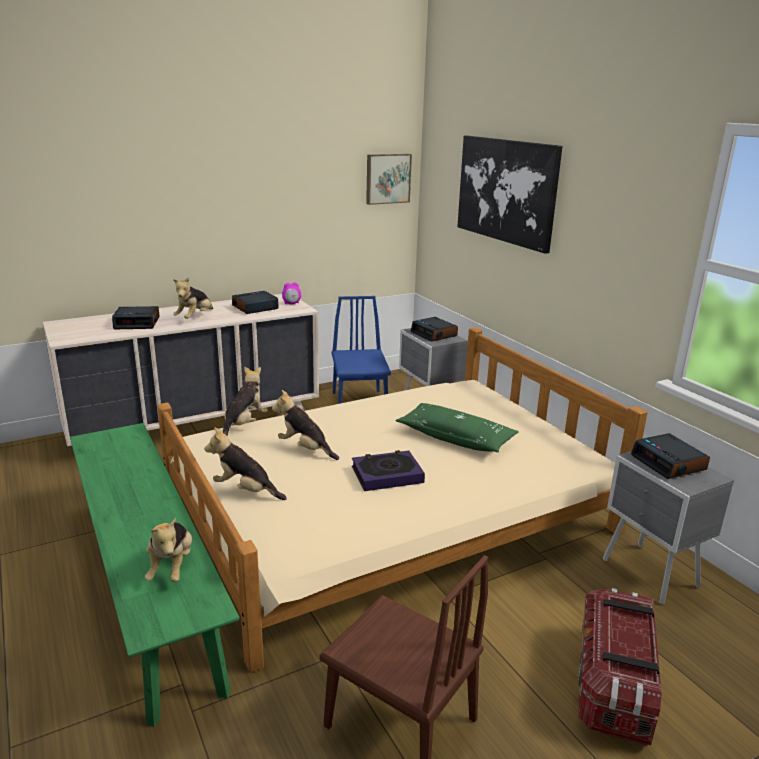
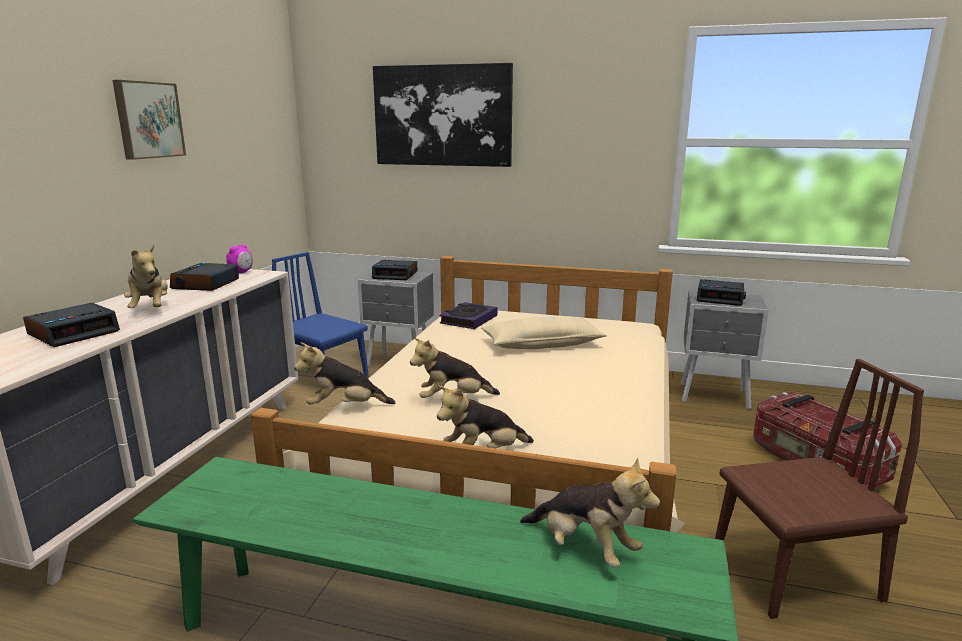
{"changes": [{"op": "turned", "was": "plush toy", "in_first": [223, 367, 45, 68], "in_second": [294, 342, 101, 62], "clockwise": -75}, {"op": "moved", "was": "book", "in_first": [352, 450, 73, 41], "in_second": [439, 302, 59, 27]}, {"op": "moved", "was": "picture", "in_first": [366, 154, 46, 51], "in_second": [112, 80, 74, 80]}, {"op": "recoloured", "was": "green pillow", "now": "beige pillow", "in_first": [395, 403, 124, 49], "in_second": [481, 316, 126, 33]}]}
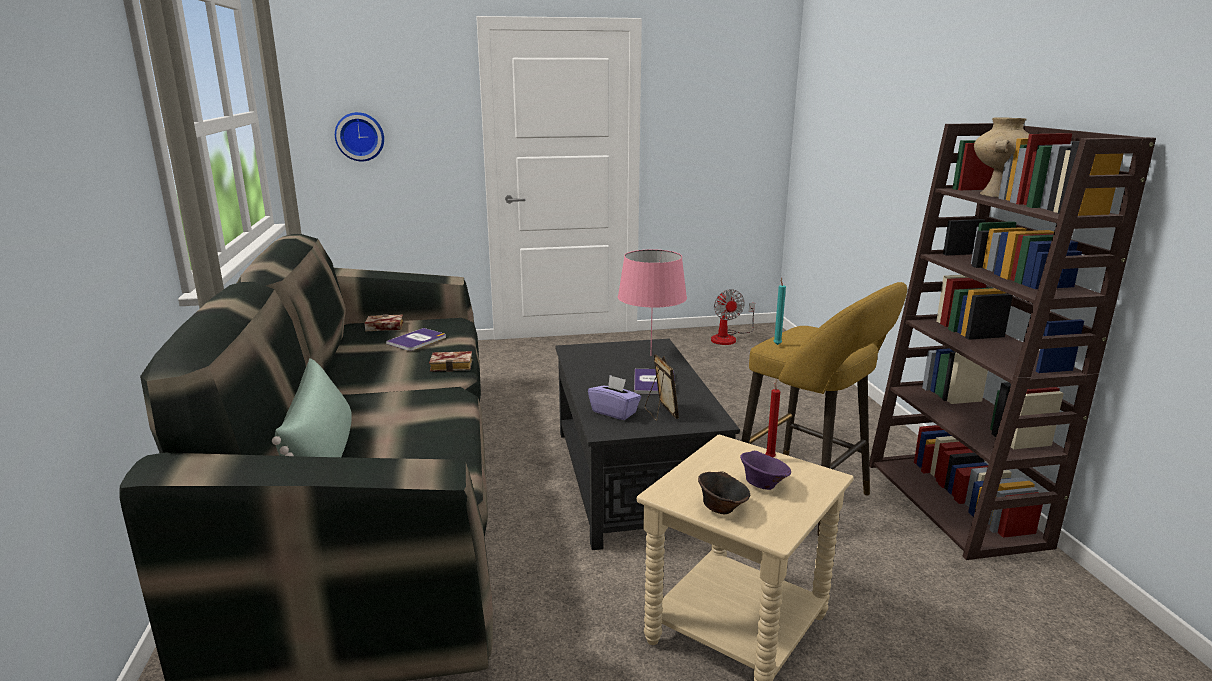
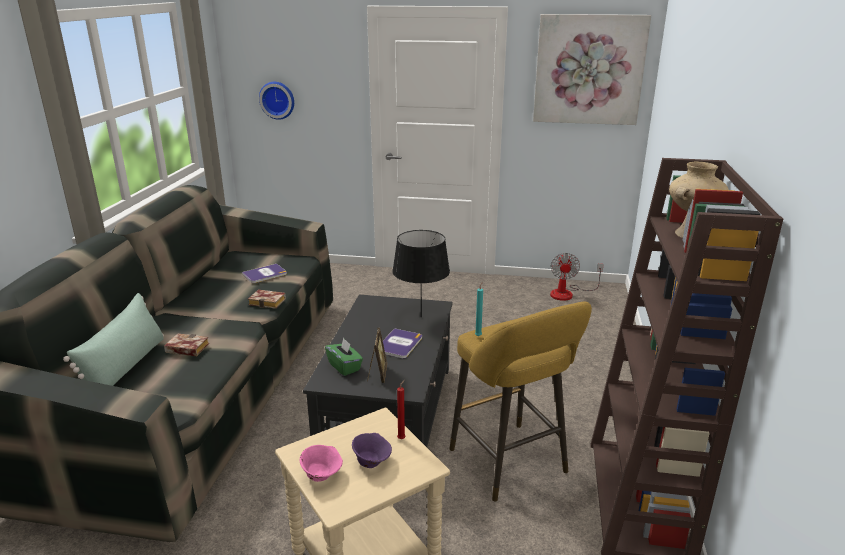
{"changes": [{"op": "moved", "was": "book", "in_first": [364, 314, 40, 17], "in_second": [164, 333, 45, 23]}, {"op": "recoloured", "was": "purple tissue box", "now": "green tissue box", "in_first": [588, 375, 53, 45], "in_second": [325, 338, 38, 38]}, {"op": "recoloured", "was": "pink table lamp", "now": "black table lamp", "in_first": [618, 249, 69, 104], "in_second": [392, 230, 58, 87]}, {"op": "recoloured", "was": "brown bowl", "now": "pink bowl", "in_first": [698, 471, 52, 43], "in_second": [300, 445, 43, 37]}, {"op": "added", "now": "picture", "in_second": [533, 14, 118, 111]}]}
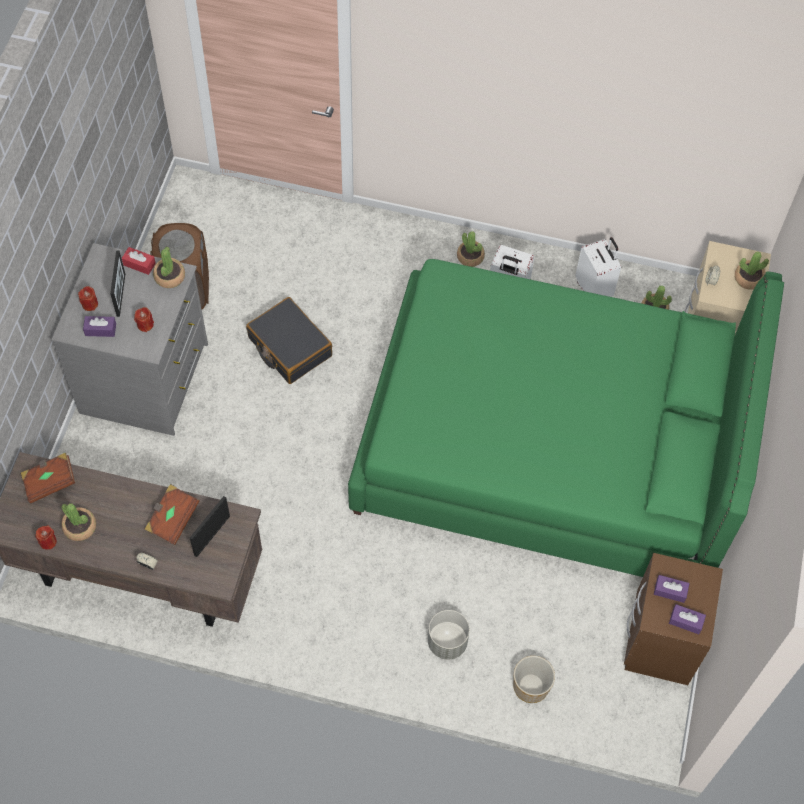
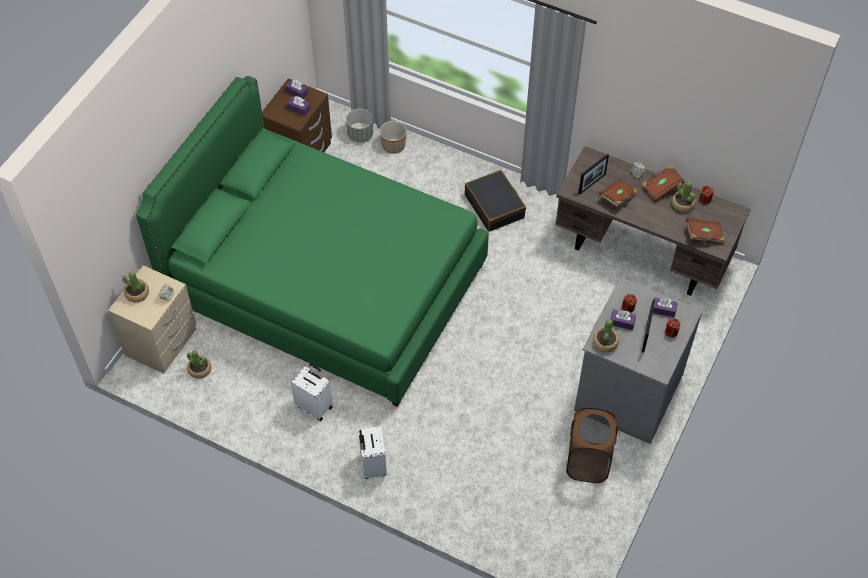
{"changes": [{"op": "removed", "was": "red tissue box", "in_first": [122, 247, 34, 28]}, {"op": "moved", "was": "black suitcase", "in_first": [246, 297, 86, 87], "in_second": [465, 170, 61, 62]}, {"op": "moved", "was": "grey planter", "in_first": [428, 610, 42, 50], "in_second": [346, 109, 27, 34]}, {"op": "removed", "was": "potted plant", "in_first": [457, 231, 28, 36]}, {"op": "moved", "was": "white suitcase", "in_first": [575, 237, 46, 60], "in_second": [358, 426, 29, 53]}, {"op": "added", "now": "purple tissue box", "in_second": [610, 309, 26, 21]}, {"op": "added", "now": "brown book", "in_second": [642, 165, 43, 37]}]}
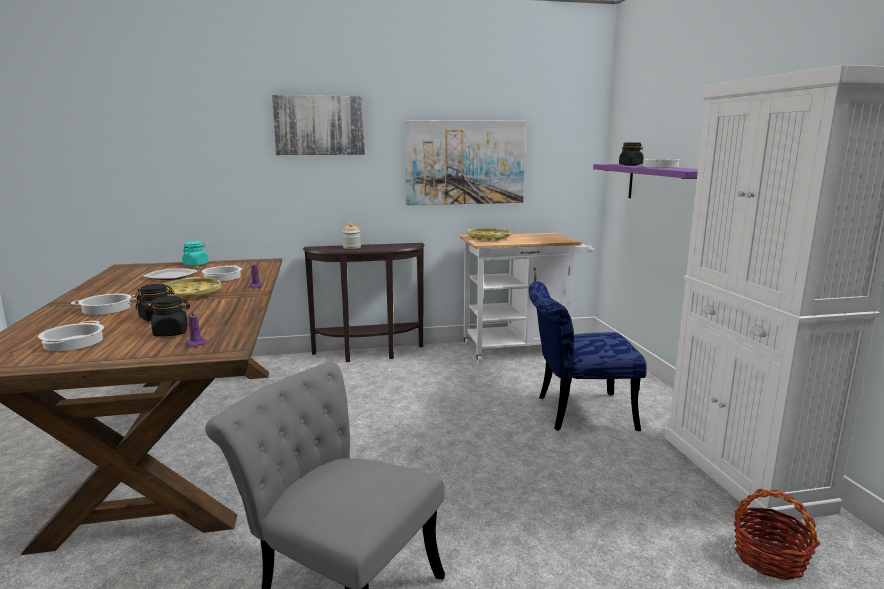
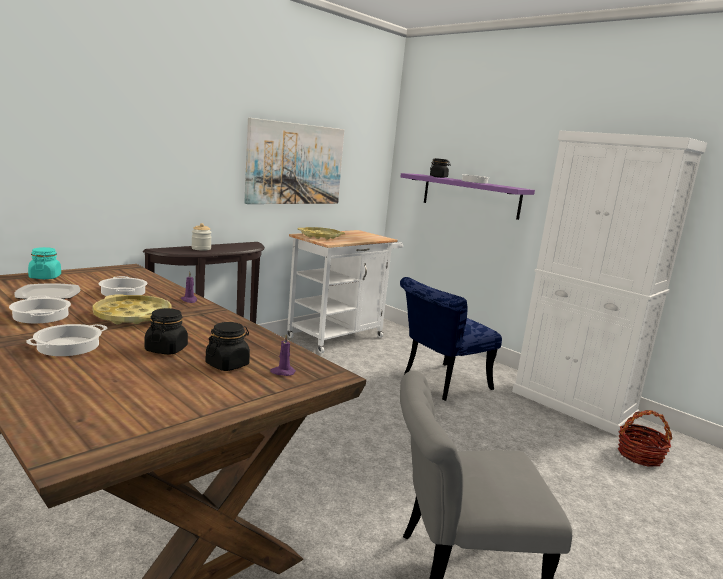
{"changes": [{"op": "moved", "was": "cooking pot", "in_first": [38, 321, 66, 30], "in_second": [9, 296, 62, 28]}, {"op": "removed", "was": "picture", "in_first": [272, 95, 93, 60]}]}
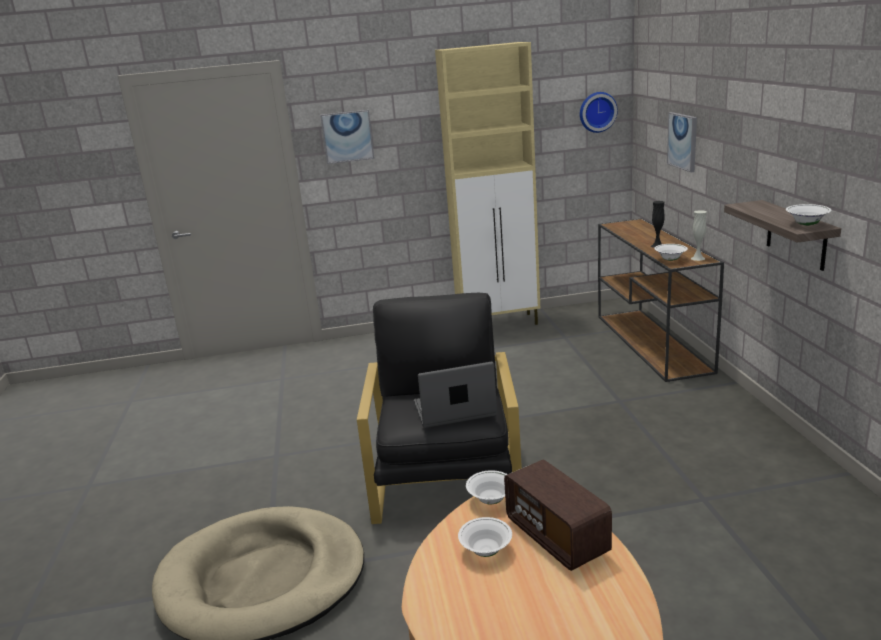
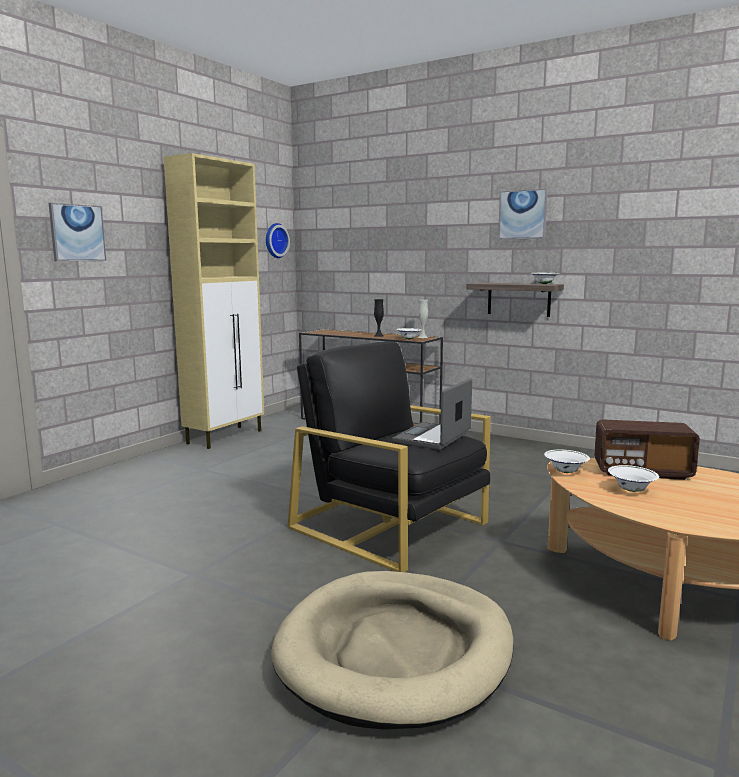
{"changes": [{"op": "moved", "was": "picture", "in_first": [667, 112, 30, 60], "in_second": [498, 188, 50, 52]}]}
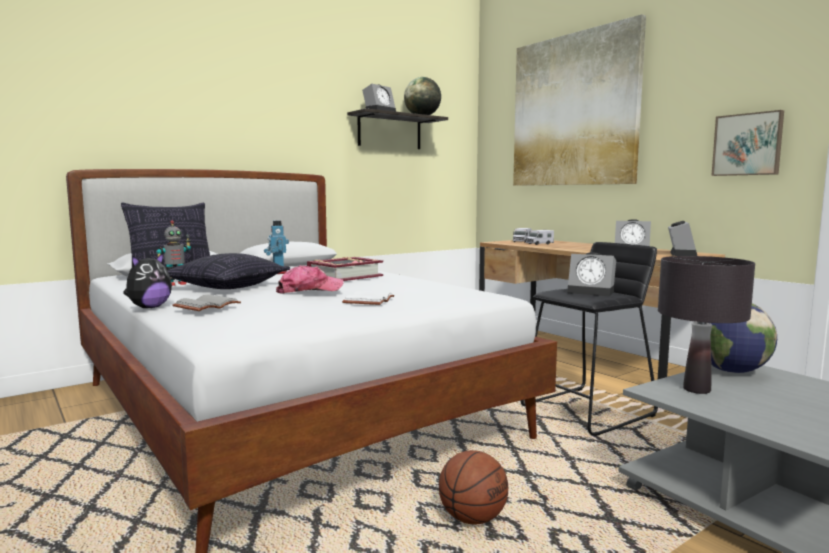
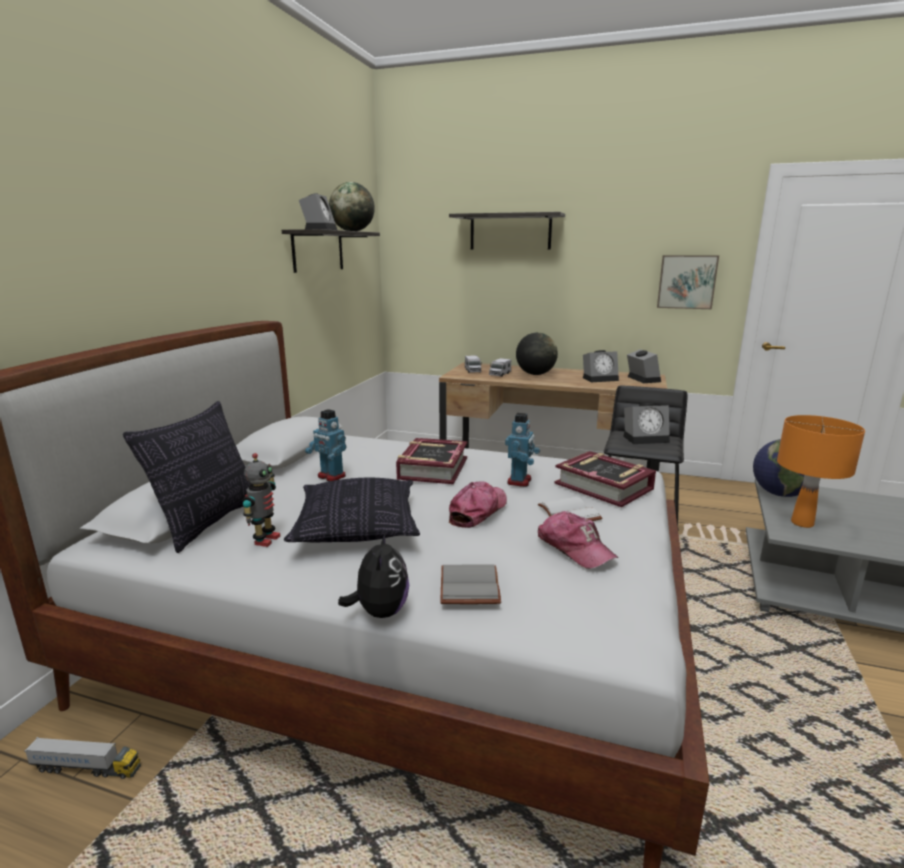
{"changes": [{"op": "removed", "was": "basketball", "in_first": [439, 450, 69, 74]}, {"op": "replaced", "was": "picture", "now": "shelf", "in_first": [513, 14, 133, 172], "in_second": [449, 212, 116, 38]}, {"op": "recoloured", "was": "black table lamp", "now": "orange table lamp", "in_first": [658, 256, 97, 138], "in_second": [777, 415, 88, 113]}, {"op": "added", "now": "toy truck", "in_second": [24, 737, 117, 42]}, {"op": "added", "now": "toy robot", "in_second": [505, 413, 35, 74]}, {"op": "added", "now": "globe", "in_second": [516, 332, 42, 43]}, {"op": "added", "now": "cap", "in_second": [538, 511, 81, 58]}, {"op": "added", "now": "book", "in_second": [555, 451, 101, 56]}]}
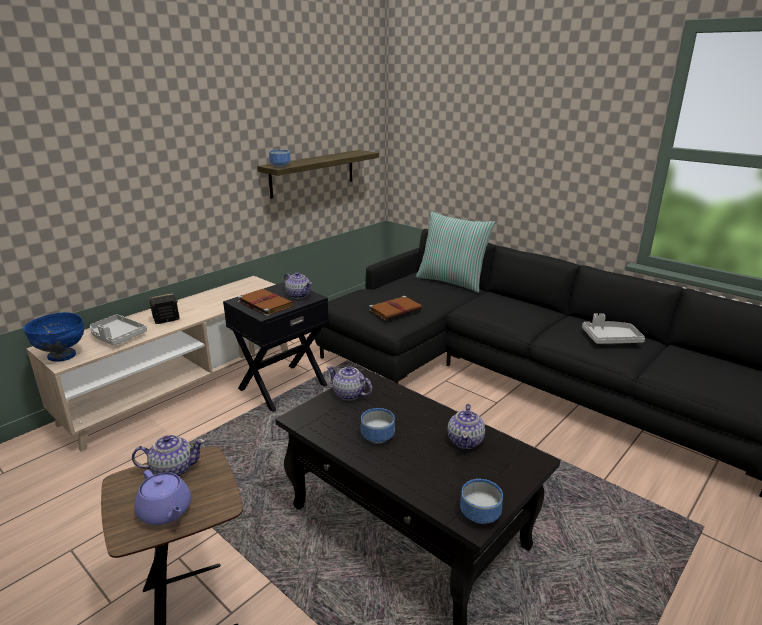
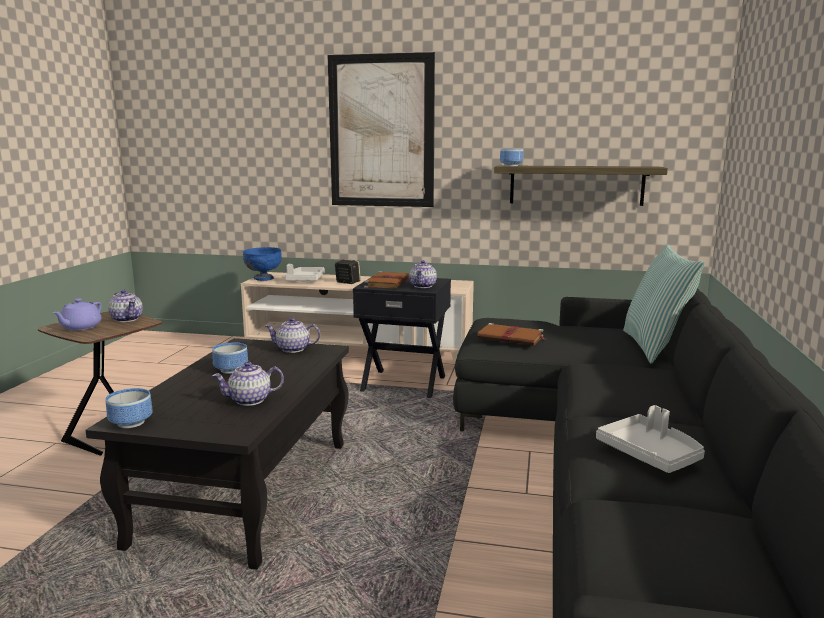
{"changes": [{"op": "turned", "was": "teapot", "in_first": [327, 366, 45, 35], "in_second": [265, 318, 55, 35], "clockwise": -90}, {"op": "added", "now": "picture", "in_second": [328, 52, 107, 155]}]}
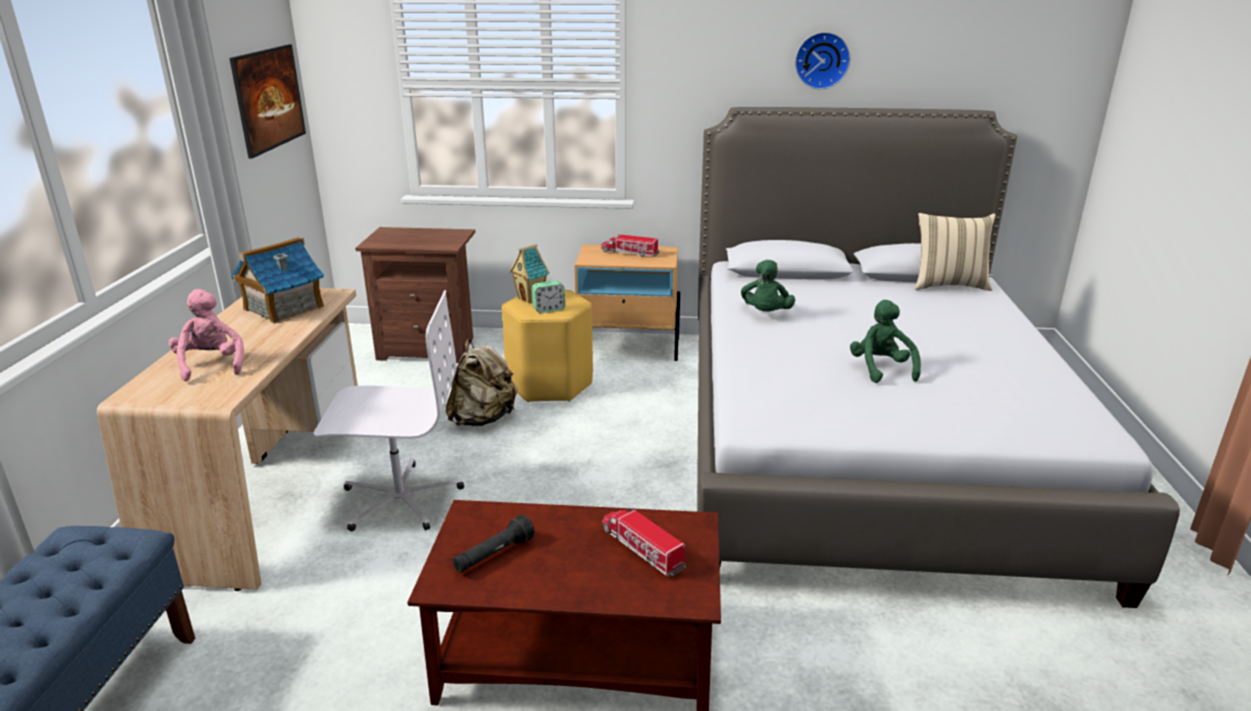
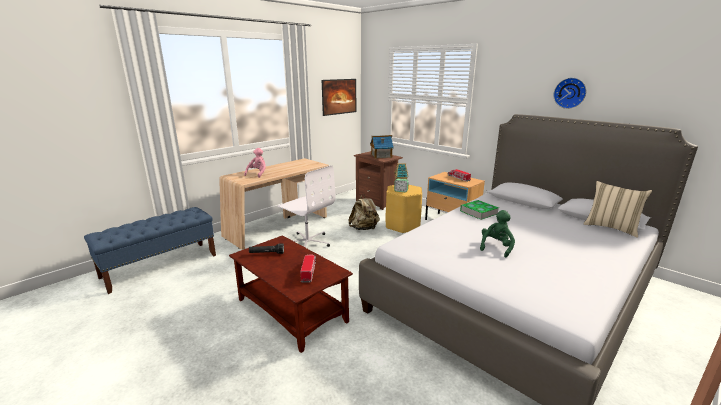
{"changes": [{"op": "moved", "was": "toy house", "in_first": [231, 237, 93, 87], "in_second": [370, 135, 24, 24]}, {"op": "replaced", "was": "green plush toy", "now": "book", "in_first": [741, 260, 54, 52], "in_second": [460, 200, 39, 20]}]}
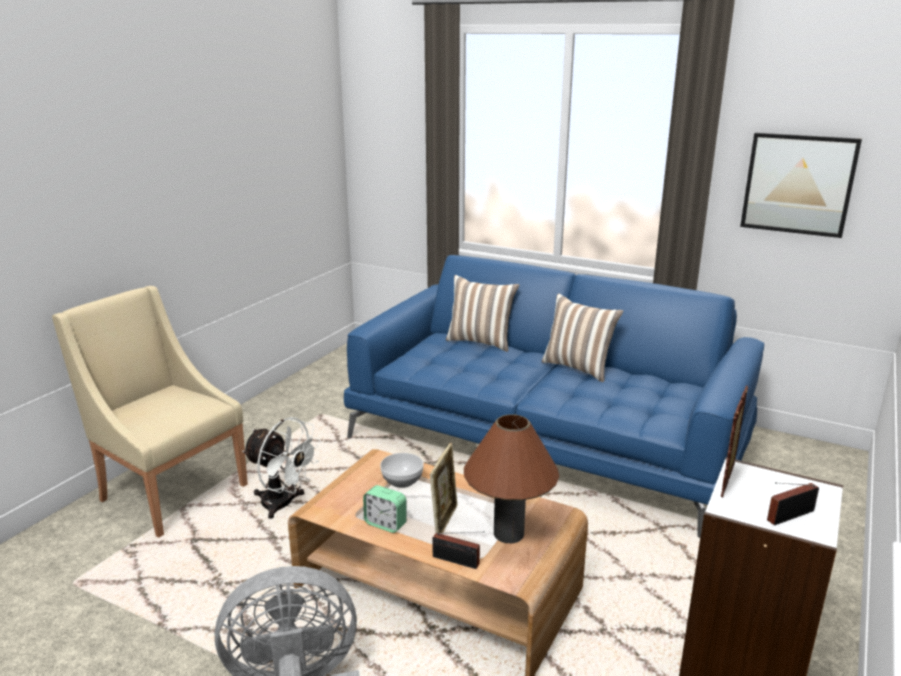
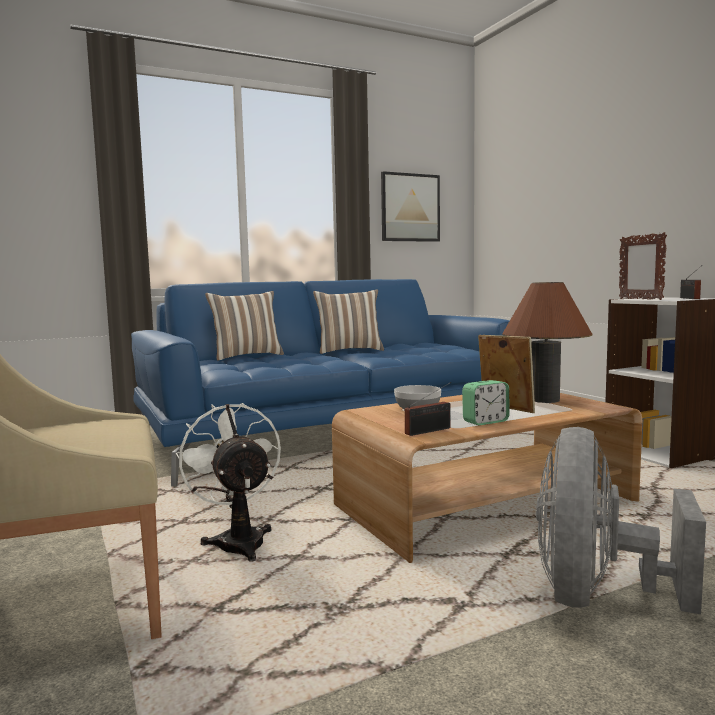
{"changes": [{"op": "turned", "was": "white fan", "in_first": [242, 417, 79, 102], "in_second": [176, 403, 105, 159], "clockwise": -90}, {"op": "moved", "was": "radio", "in_first": [432, 531, 53, 38], "in_second": [405, 382, 46, 54]}]}
